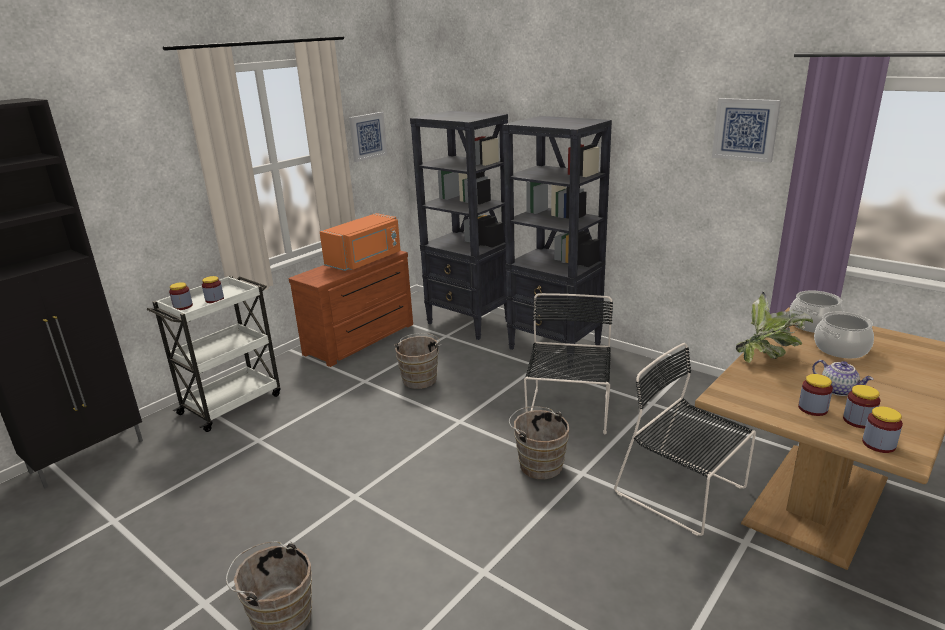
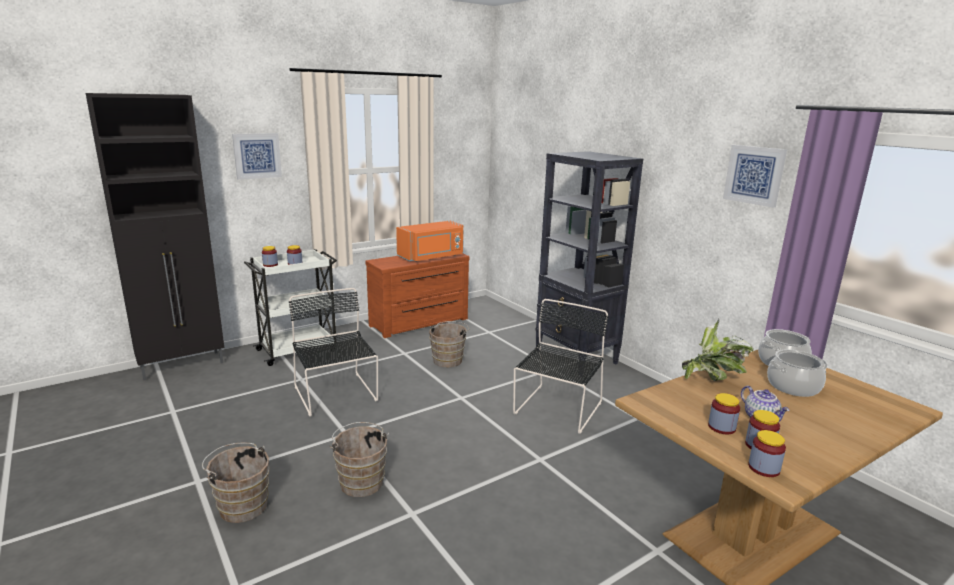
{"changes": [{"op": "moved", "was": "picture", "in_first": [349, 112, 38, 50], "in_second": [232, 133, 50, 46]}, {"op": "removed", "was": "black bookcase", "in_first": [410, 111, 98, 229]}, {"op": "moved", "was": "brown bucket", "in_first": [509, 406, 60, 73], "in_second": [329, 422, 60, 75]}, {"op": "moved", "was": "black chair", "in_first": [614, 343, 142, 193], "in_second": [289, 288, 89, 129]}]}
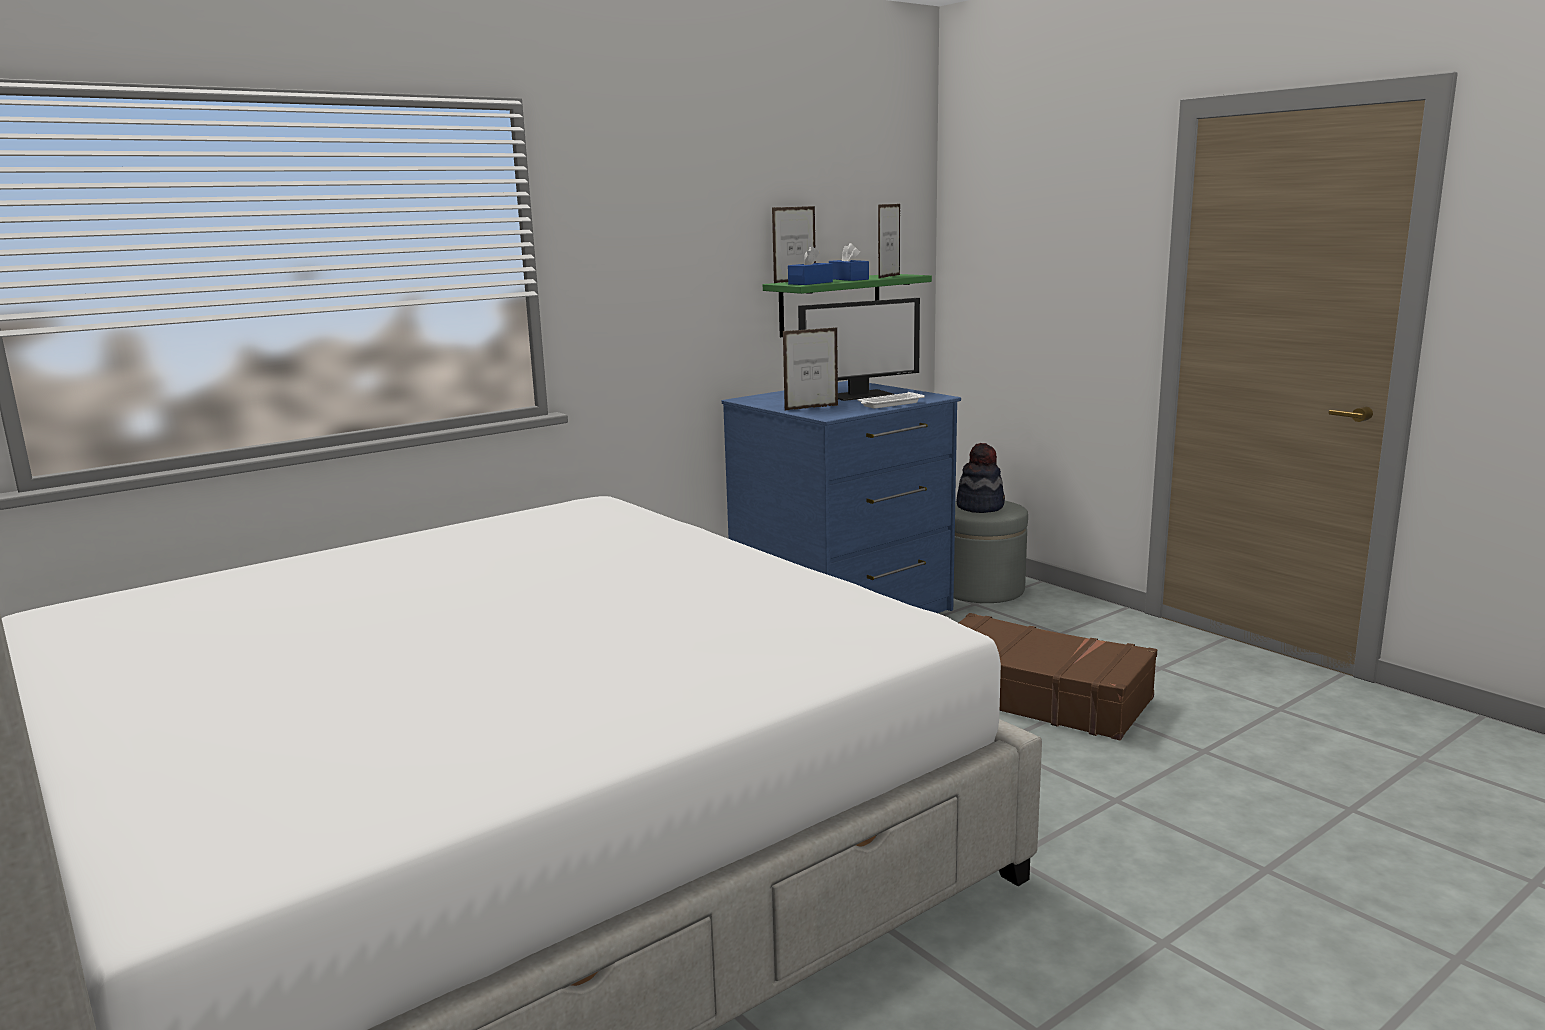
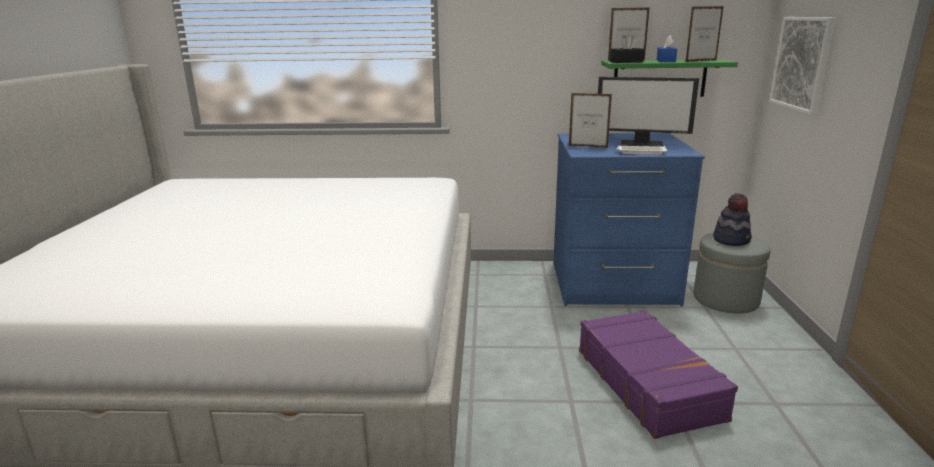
{"changes": [{"op": "recoloured", "was": "blue tissue box", "now": "black tissue box", "in_first": [788, 246, 45, 39], "in_second": [610, 36, 35, 27]}, {"op": "recoloured", "was": "brown suitcase", "now": "purple suitcase", "in_first": [958, 613, 199, 127], "in_second": [579, 310, 159, 129]}, {"op": "added", "now": "picture", "in_second": [769, 17, 67, 98]}]}
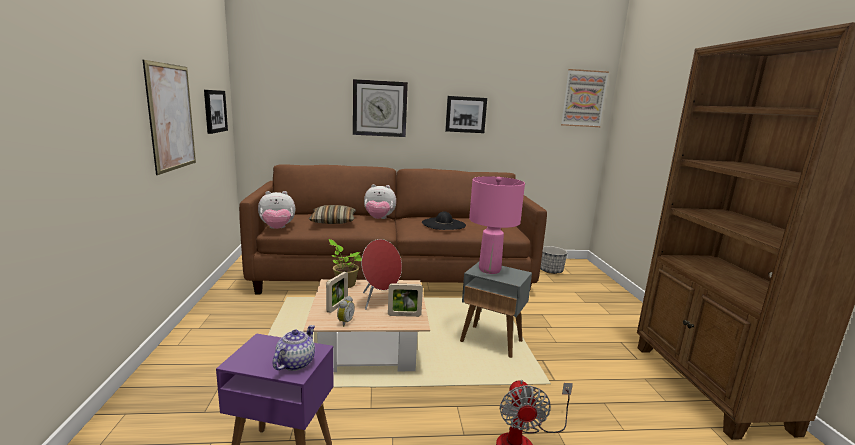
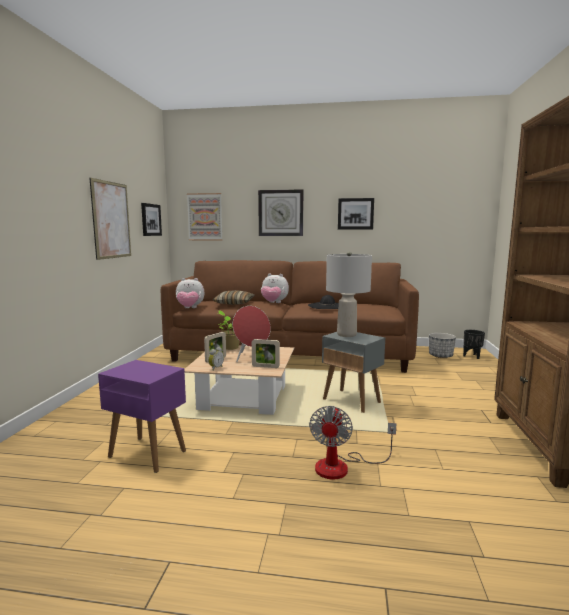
{"changes": [{"op": "removed", "was": "teapot", "in_first": [273, 325, 42, 46]}, {"op": "recoloured", "was": "pink table lamp", "now": "grey table lamp", "in_first": [469, 176, 56, 98], "in_second": [326, 251, 46, 86]}, {"op": "moved", "was": "picture", "in_first": [561, 69, 48, 58], "in_second": [187, 193, 36, 47]}, {"op": "added", "now": "black planter", "in_second": [463, 330, 22, 29]}]}
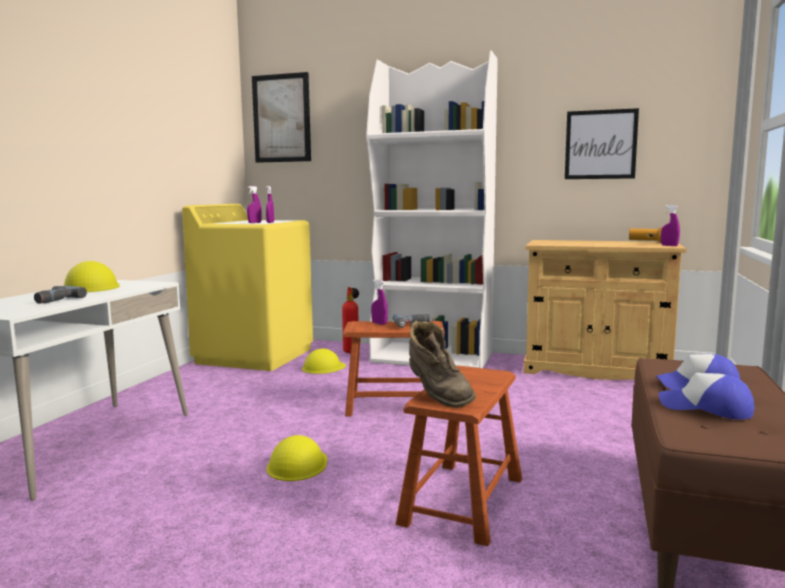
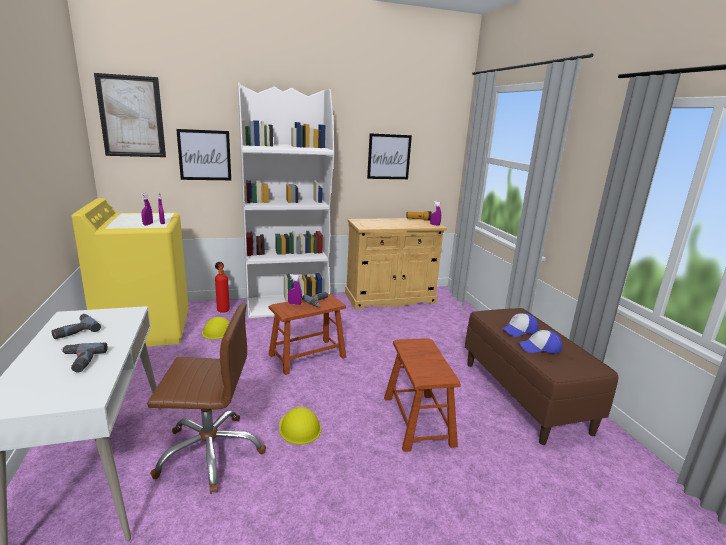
{"changes": [{"op": "replaced", "was": "yellow hard hat", "now": "power drill", "in_first": [64, 261, 56, 31], "in_second": [51, 314, 50, 25]}, {"op": "removed", "was": "brown boot", "in_first": [409, 321, 67, 87]}, {"op": "added", "now": "brown office chair", "in_second": [147, 303, 119, 191]}, {"op": "added", "now": "picture", "in_second": [176, 129, 55, 51]}]}
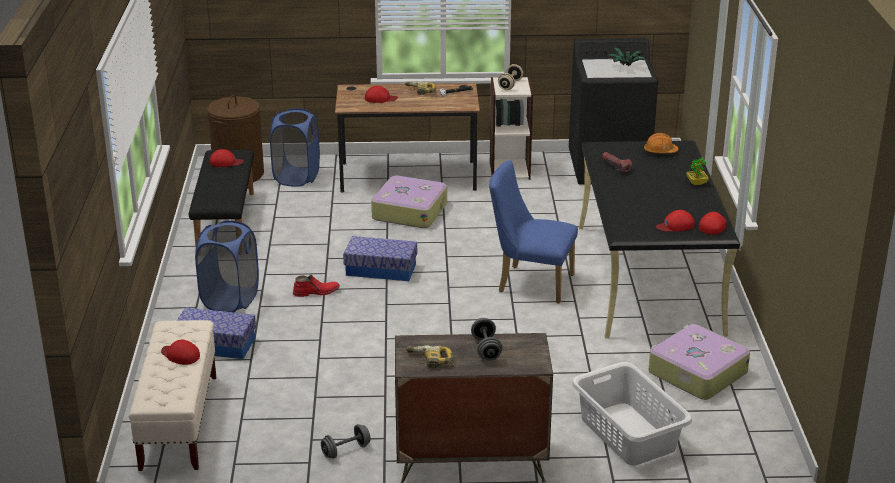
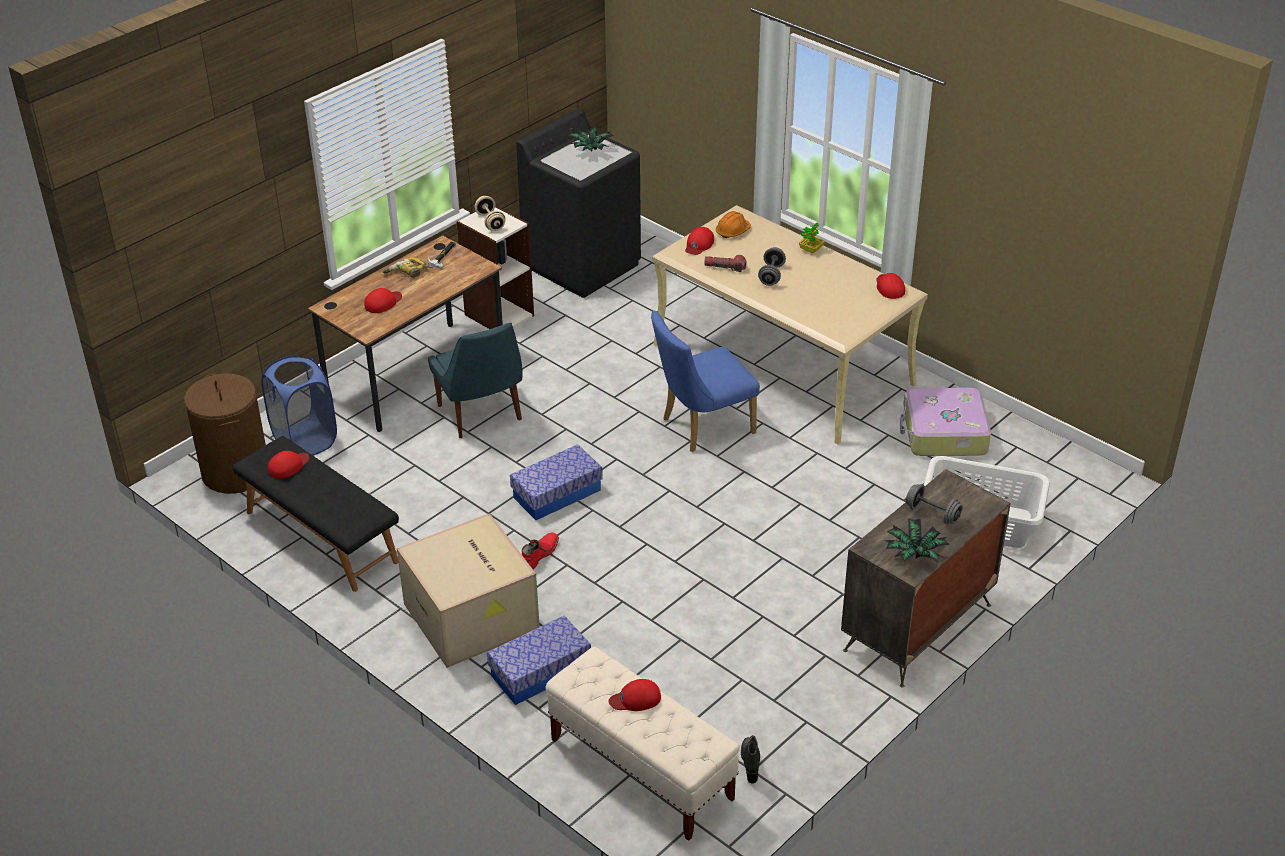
{"changes": [{"op": "replaced", "was": "blue laundry basket", "now": "cardboard box", "in_first": [195, 220, 64, 93], "in_second": [397, 513, 143, 155]}, {"op": "moved", "was": "grey dumbbell", "in_first": [321, 424, 50, 35], "in_second": [758, 247, 28, 39]}, {"op": "replaced", "was": "suitcase", "now": "blue chair", "in_first": [371, 175, 76, 53], "in_second": [428, 323, 95, 115]}, {"op": "replaced", "was": "power drill", "now": "potted plant", "in_first": [406, 345, 48, 23], "in_second": [884, 519, 66, 44]}, {"op": "recoloured", "was": "black desk", "now": "beige desk", "in_first": [579, 141, 161, 198], "in_second": [652, 205, 276, 239]}, {"op": "moved", "was": "red cap", "in_first": [656, 210, 38, 22], "in_second": [685, 227, 29, 28]}, {"op": "added", "now": "black boot", "in_second": [741, 735, 19, 49]}]}
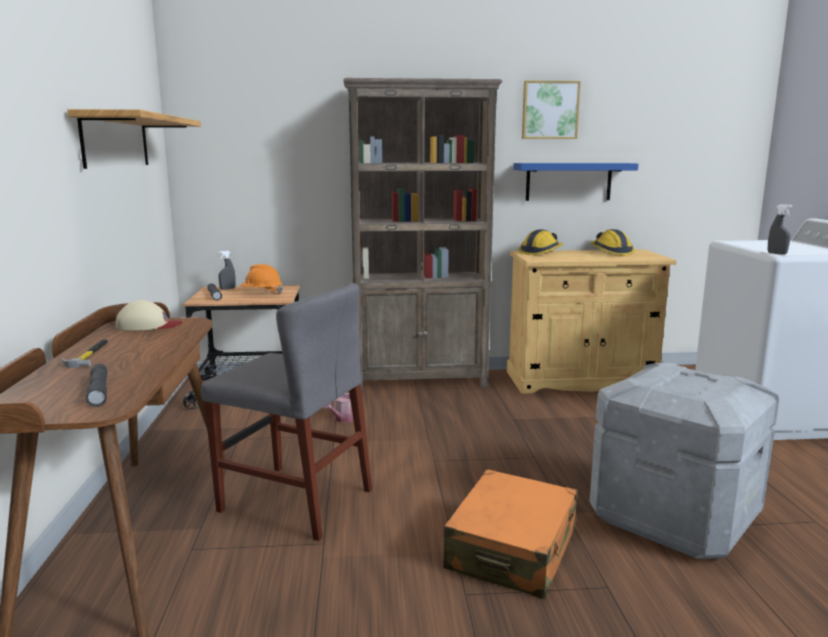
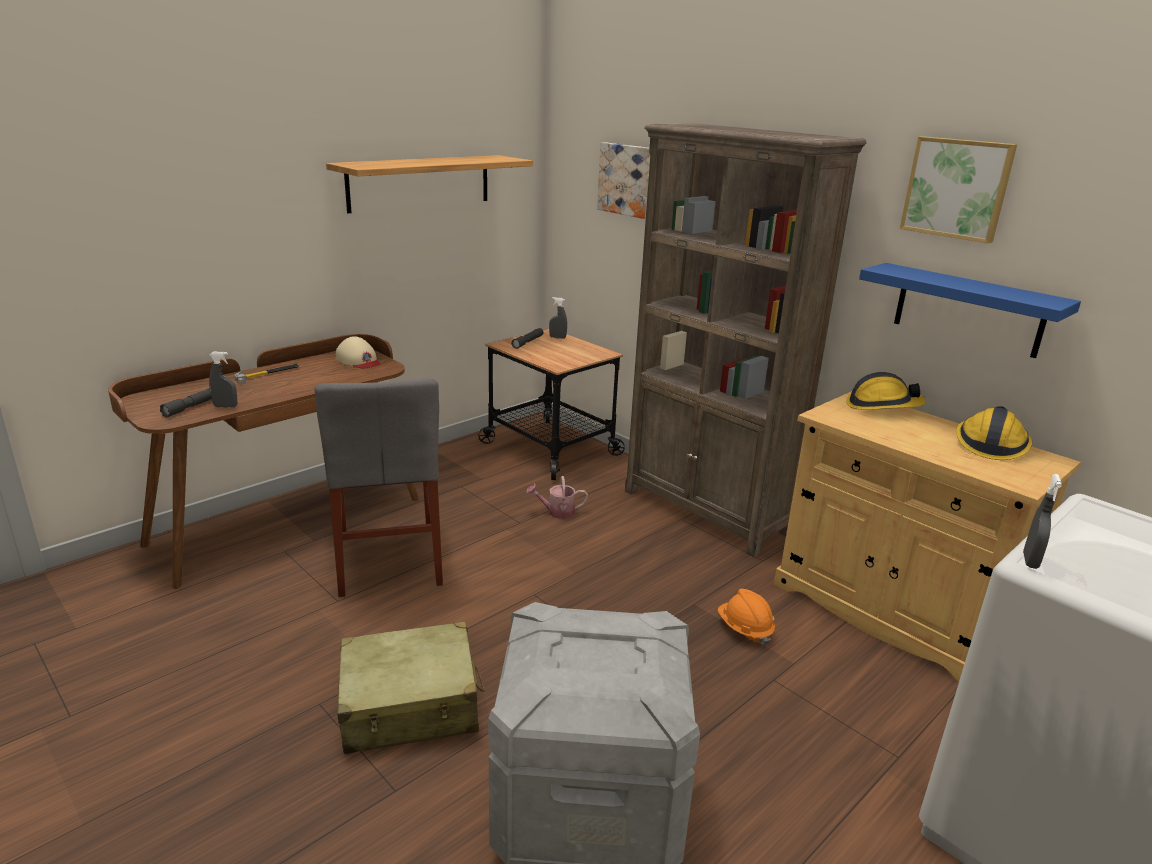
{"changes": [{"op": "moved", "was": "orange hard hat", "in_first": [240, 264, 43, 29], "in_second": [718, 589, 57, 56]}, {"op": "recoloured", "was": "orange suitcase", "now": "beige suitcase", "in_first": [443, 469, 134, 130], "in_second": [337, 621, 148, 133]}, {"op": "added", "now": "grey spray bottle", "in_second": [209, 352, 28, 56]}, {"op": "added", "now": "picture", "in_second": [597, 142, 53, 77]}]}
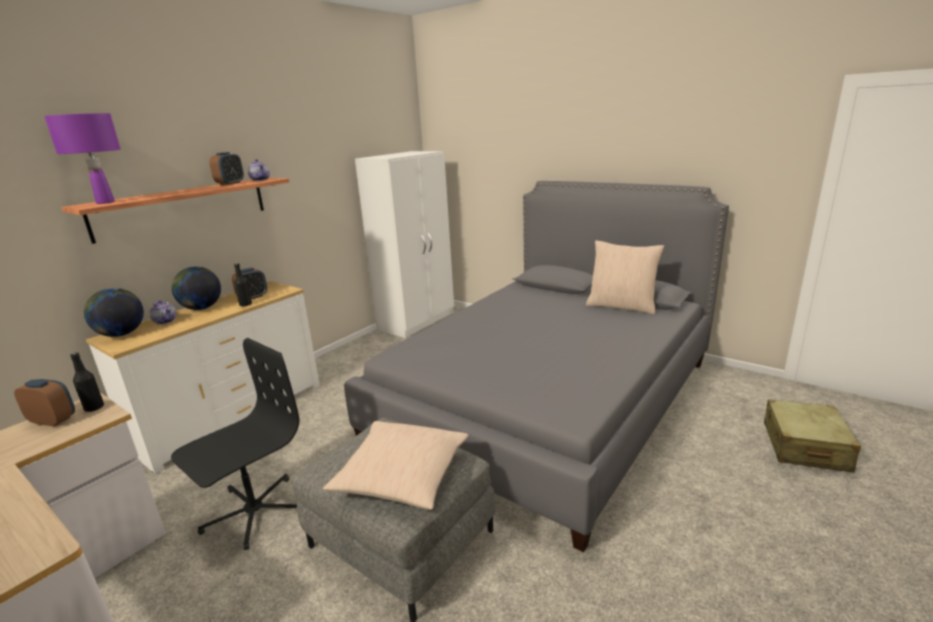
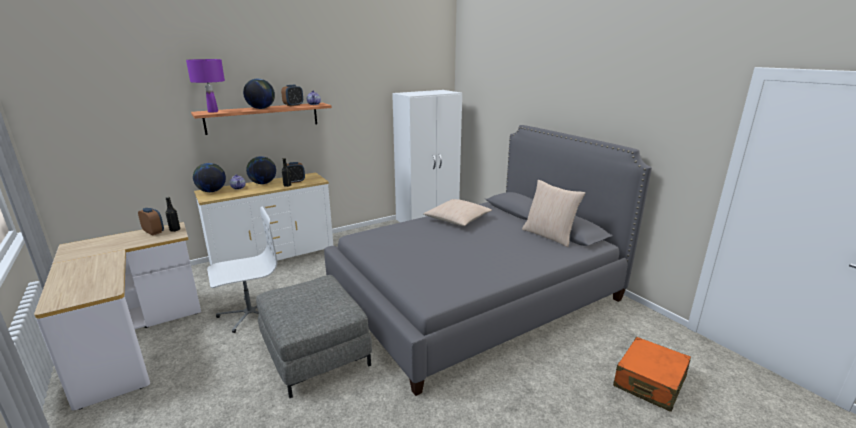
{"changes": [{"op": "recoloured", "was": "black office chair", "now": "white office chair", "in_first": [171, 338, 128, 212], "in_second": [207, 206, 70, 127]}, {"op": "moved", "was": "beige pillow", "in_first": [323, 421, 145, 89], "in_second": [423, 199, 69, 27]}, {"op": "recoloured", "was": "beige suitcase", "now": "orange suitcase", "in_first": [764, 399, 97, 73], "in_second": [613, 337, 78, 75]}, {"op": "added", "now": "globe", "in_second": [243, 79, 32, 30]}]}
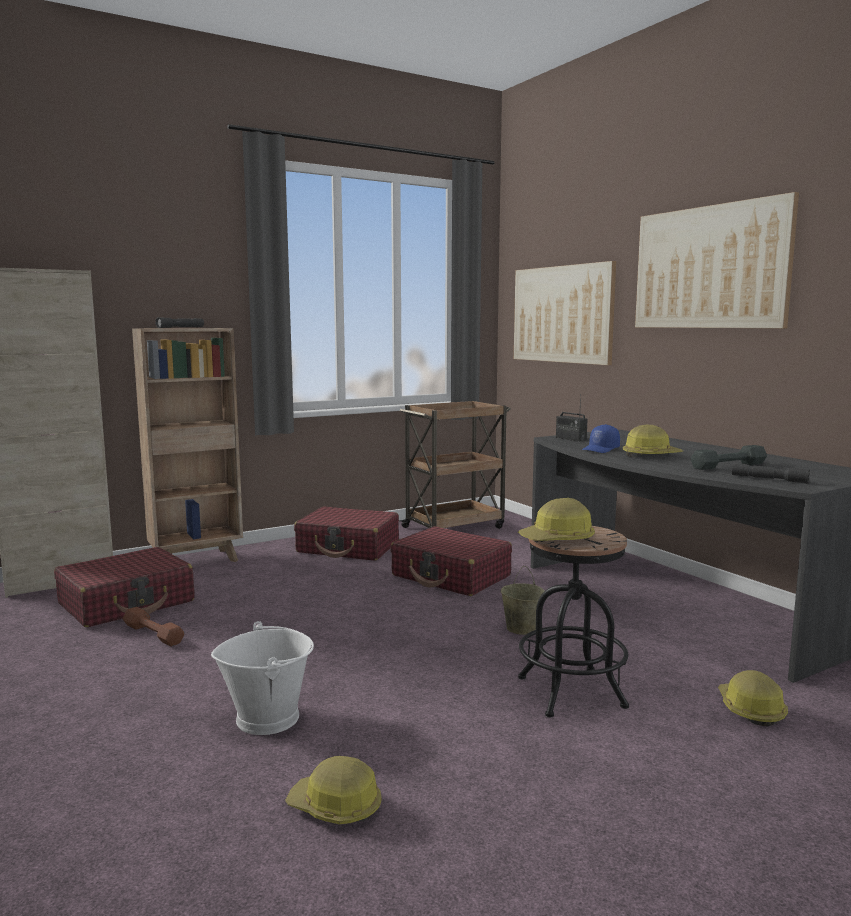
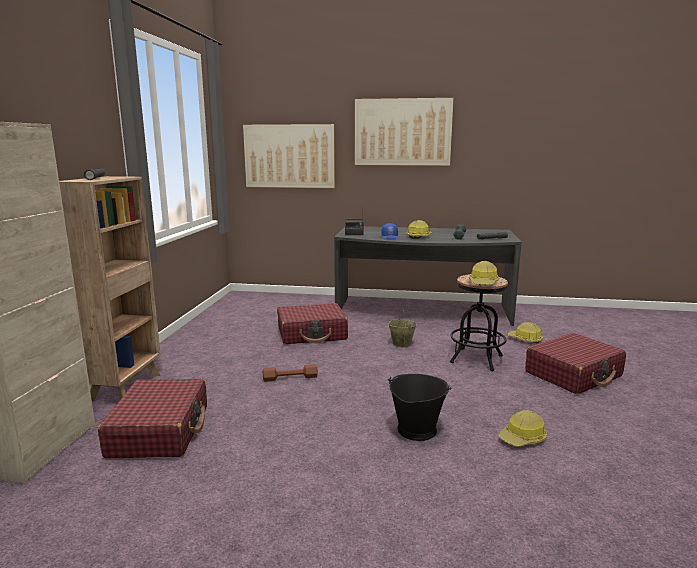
{"changes": [{"op": "moved", "was": "brown dumbbell", "in_first": [123, 607, 62, 39], "in_second": [263, 364, 55, 18]}, {"op": "recoloured", "was": "white bucket", "now": "black bucket", "in_first": [211, 621, 103, 114], "in_second": [388, 374, 64, 67]}, {"op": "moved", "was": "red suitcase", "in_first": [294, 506, 105, 55], "in_second": [525, 333, 101, 61]}, {"op": "removed", "was": "brown cart", "in_first": [400, 401, 111, 128]}]}
